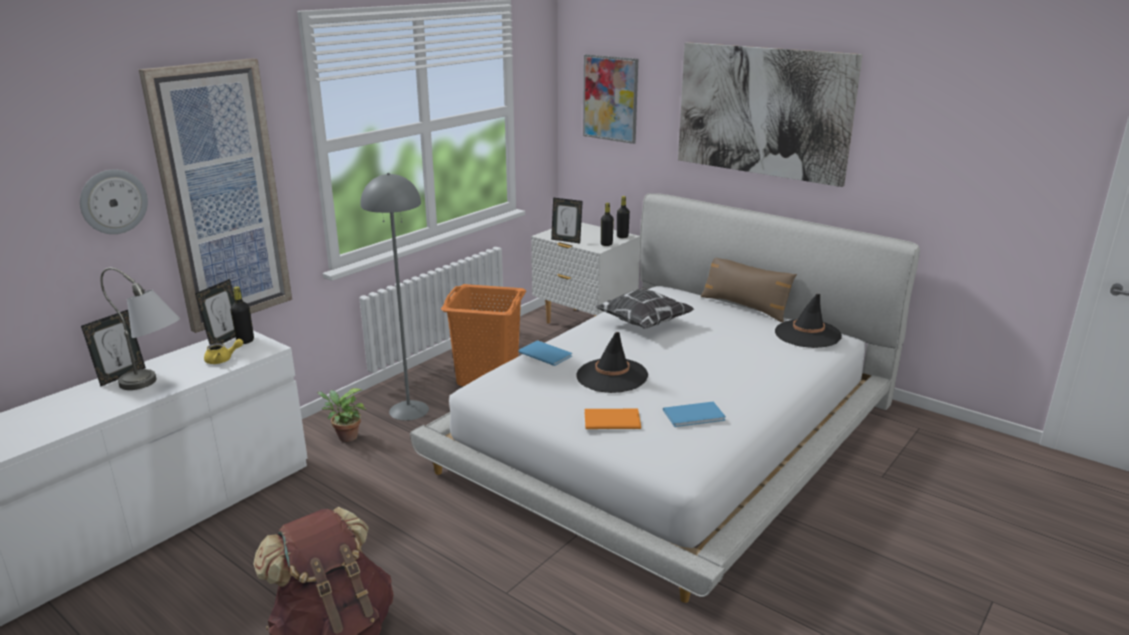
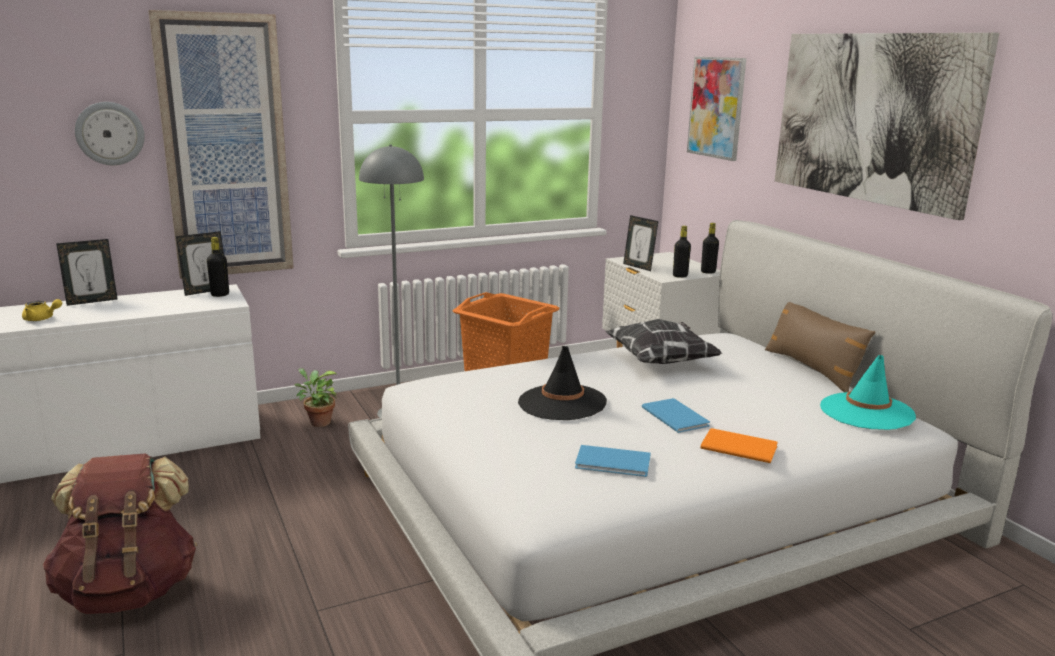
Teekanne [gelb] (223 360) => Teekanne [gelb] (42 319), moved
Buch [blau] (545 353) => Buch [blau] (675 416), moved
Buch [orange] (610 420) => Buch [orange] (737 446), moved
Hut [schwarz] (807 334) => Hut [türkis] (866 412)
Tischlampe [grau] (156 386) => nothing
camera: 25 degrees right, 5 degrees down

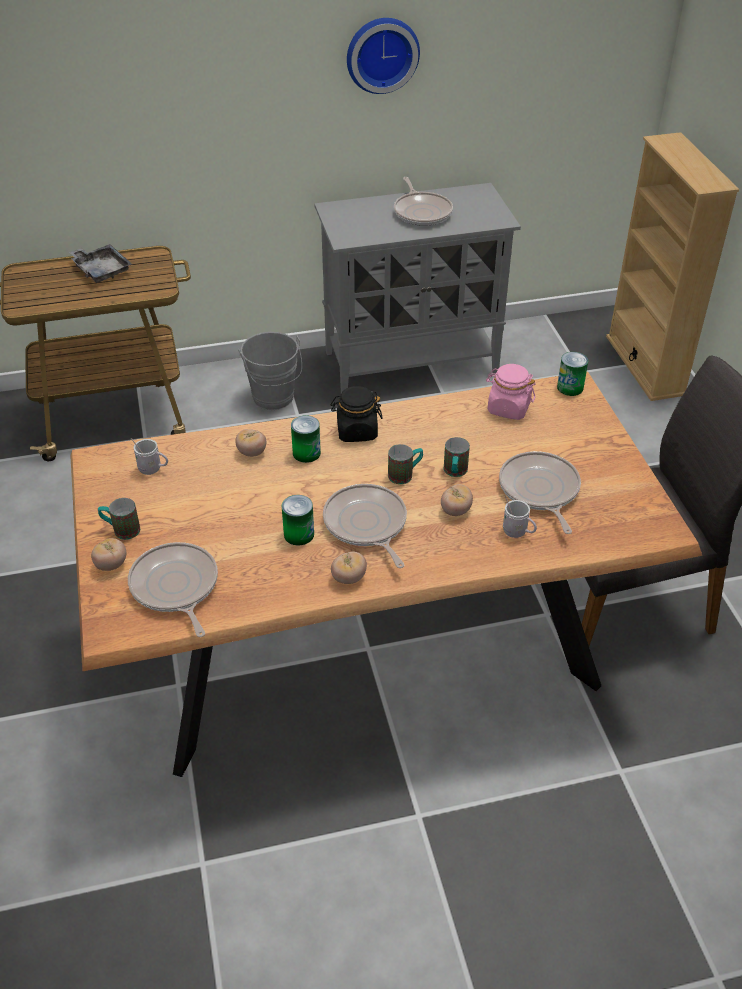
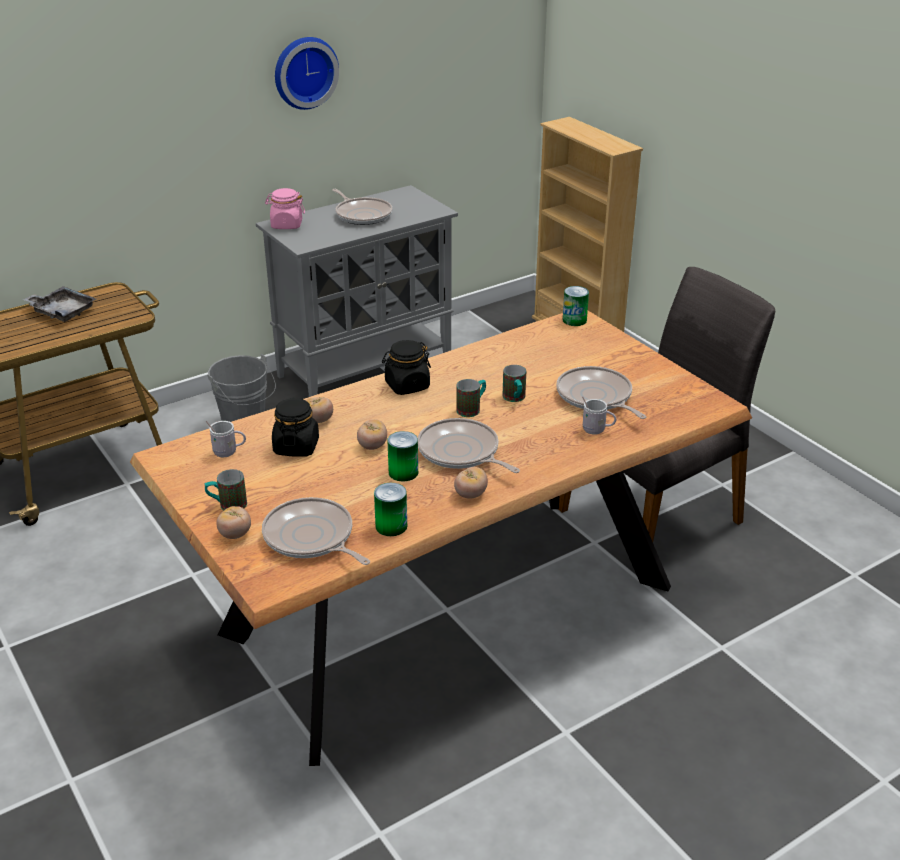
Vorratsglas [rosa] (508 408) => Vorratsglas [rosa] (286 225), moved
nothing => Vorratsglas [schwarz] (296 447)
Tomate (455 510) => Tomate (372 446), moved
Dose (306 453) => Dose (391 526), moved
camera: 20 degrees left, 10 degrees down

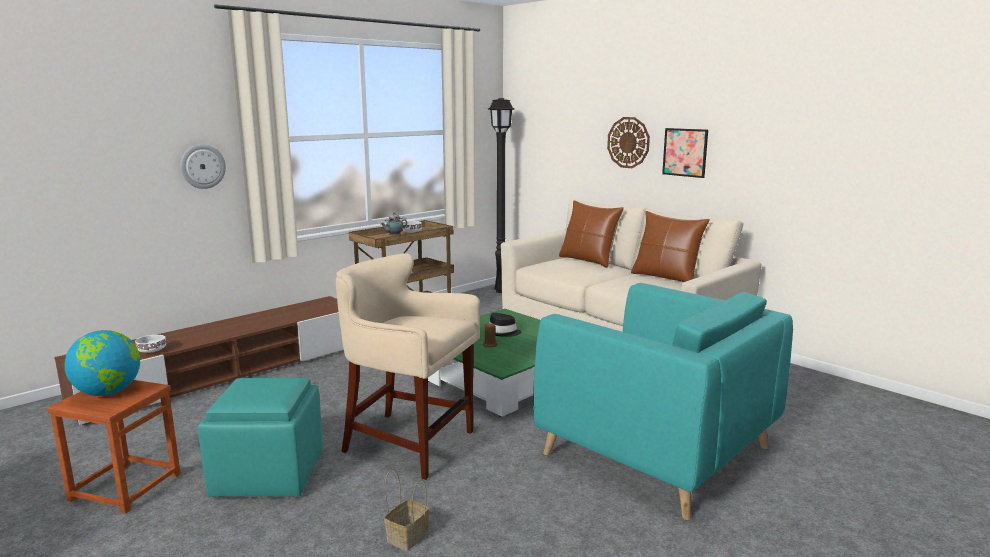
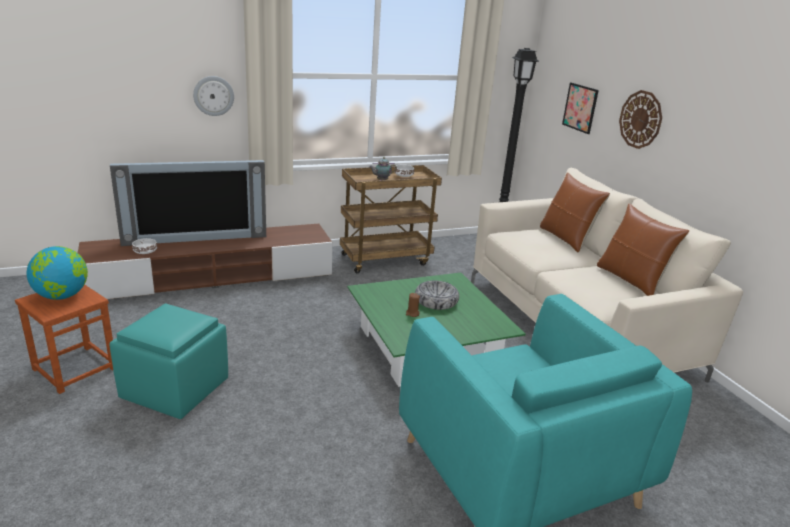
nothing => Fernseher (195 238)
Hut [schwarz] (502 332) => Schüssel (436 301)
Bild (685 152) => Bild (580 108), moved
Hocker [beige] (409 444) => nothing
Korb (408 535) => nothing
camera: 20 degrees right, 10 degrees up

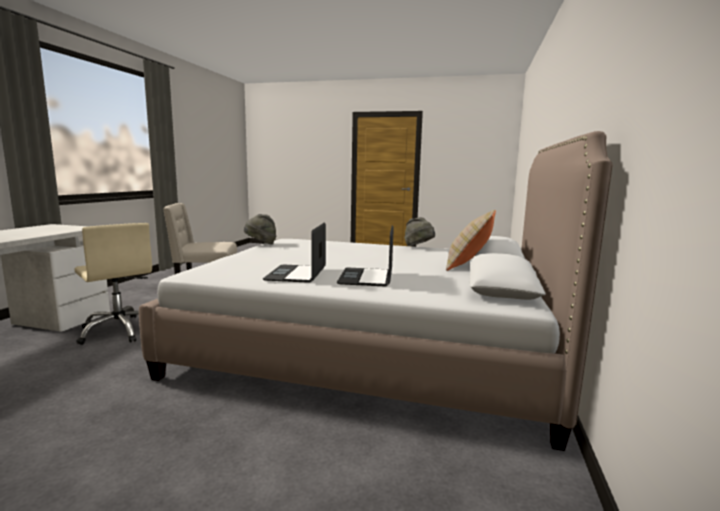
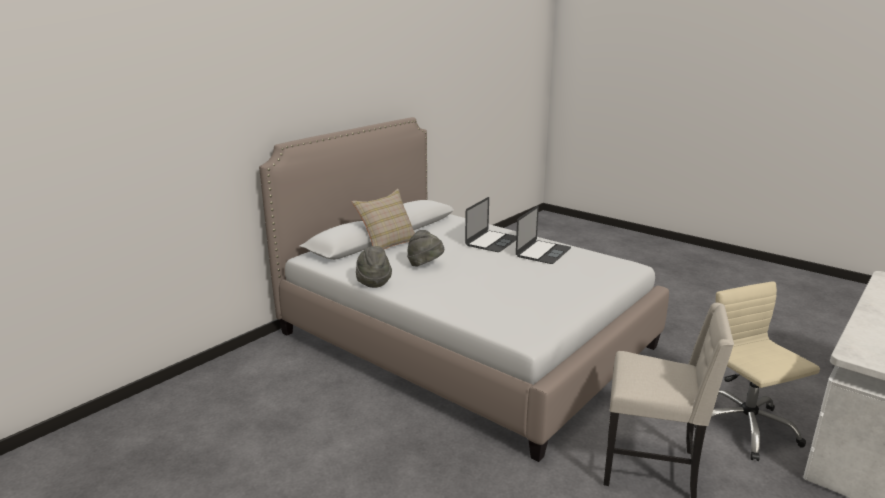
Hut [grau] (261 244) => Hut [grau] (425 265), moved
camera: 155 degrees left, 10 degrees up

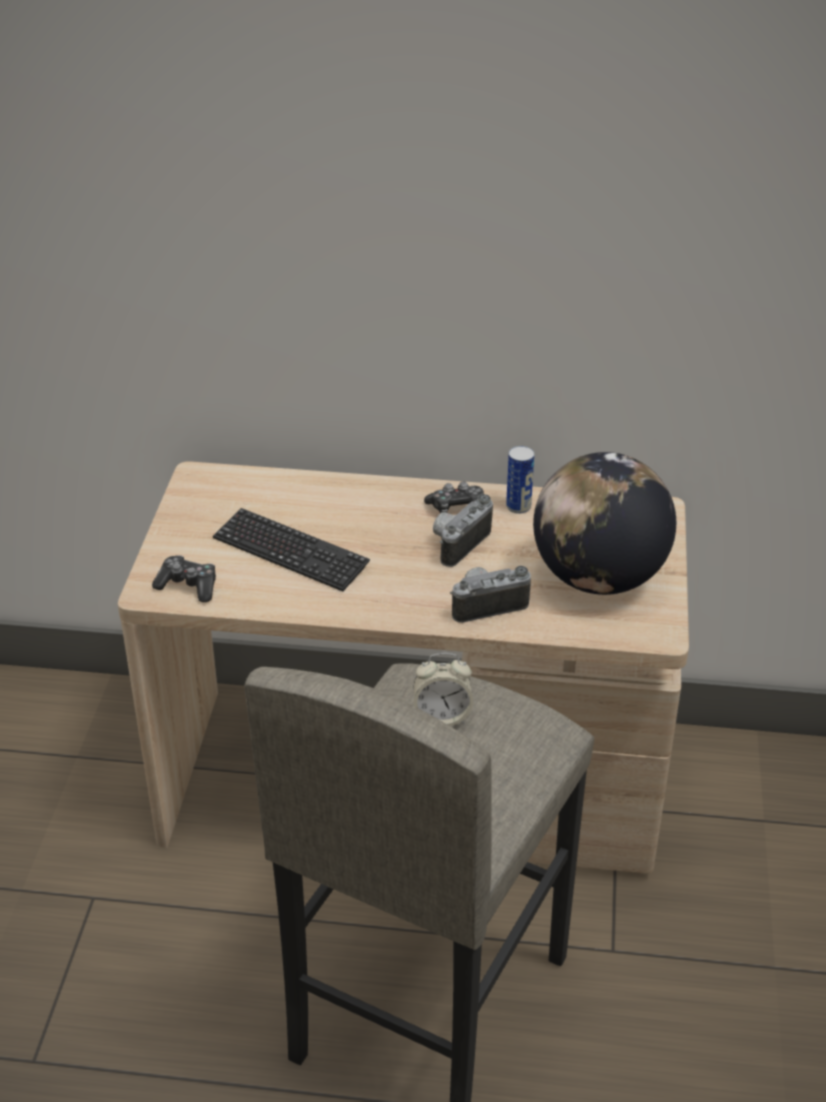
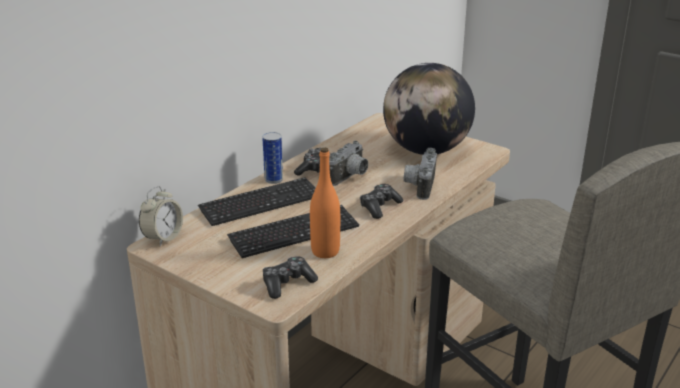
Wecker (442 716) => Wecker (163 238), moved
nothing => Tastatur (261 203)
Dose (518 507) => Dose (273 180), moved
nothing => Flasche [orange] (325 251)
Kamera (458 543) => Kamera (350 178), 120 degrees counterclockwise
nothing => Gamepad (379 207)
camera: 60 degrees left, 10 degrees down

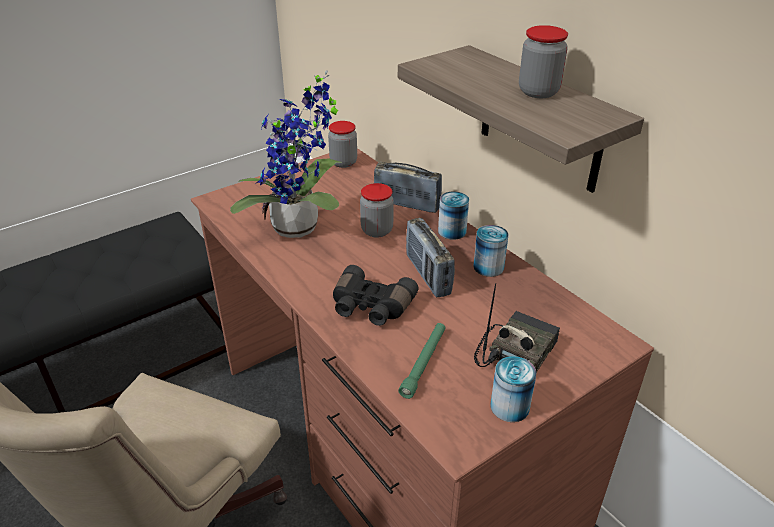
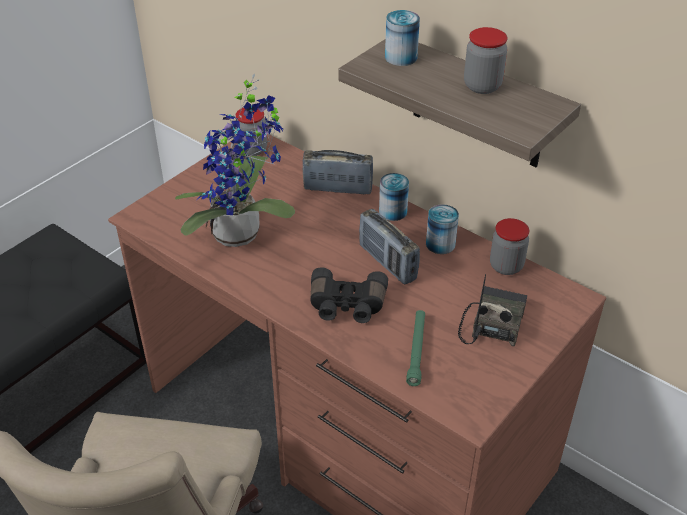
Dose (509 407) => Dose (401 57), moved
Vorratsglas (377 230) => Vorratsglas (506 266), moved
camera: 15 degrees left, 5 degrees up

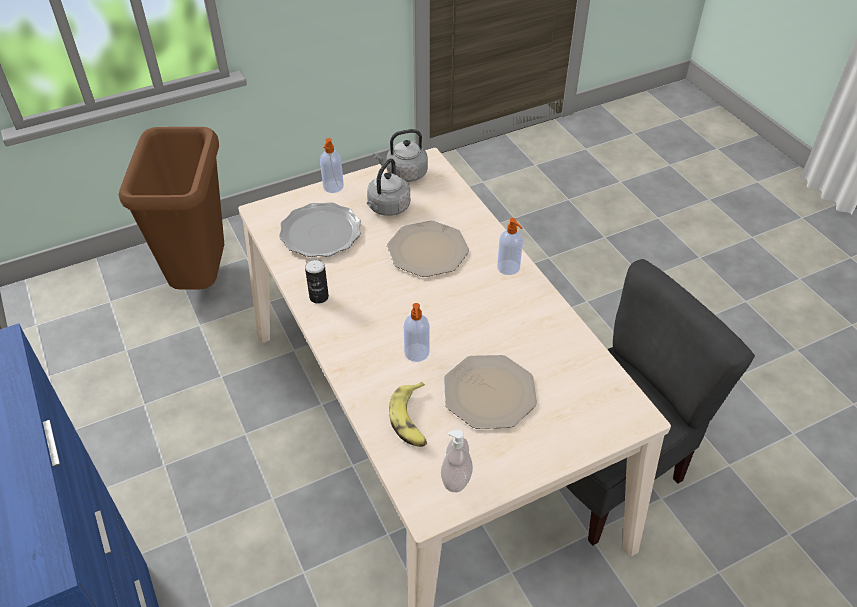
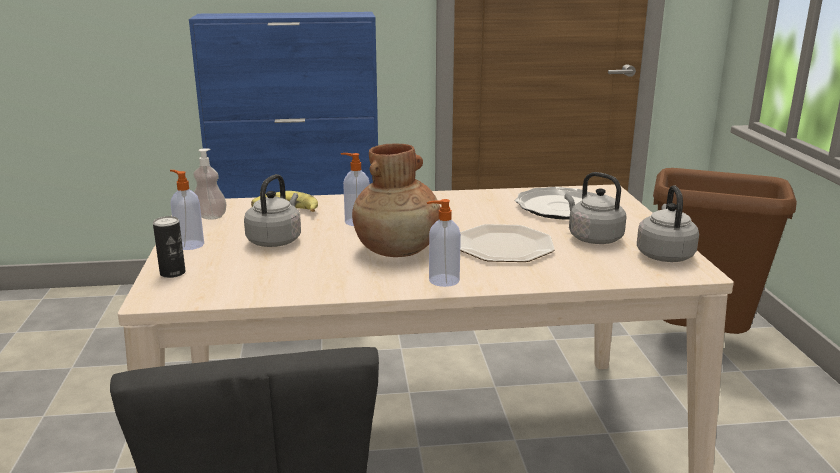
Dose (319 297) => Dose (172 273), moved
Seifenspender (333 187) => Seifenspender (189 245), moved
Teller (488 393) => Wasserkessel [grau] (276 240)
nothing => Vase [braun] (398 250)
camera: 110 degrees right, 25 degrees down

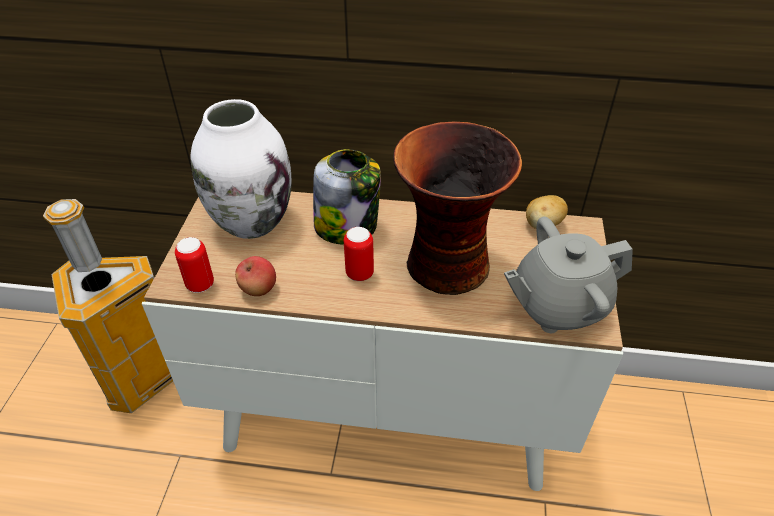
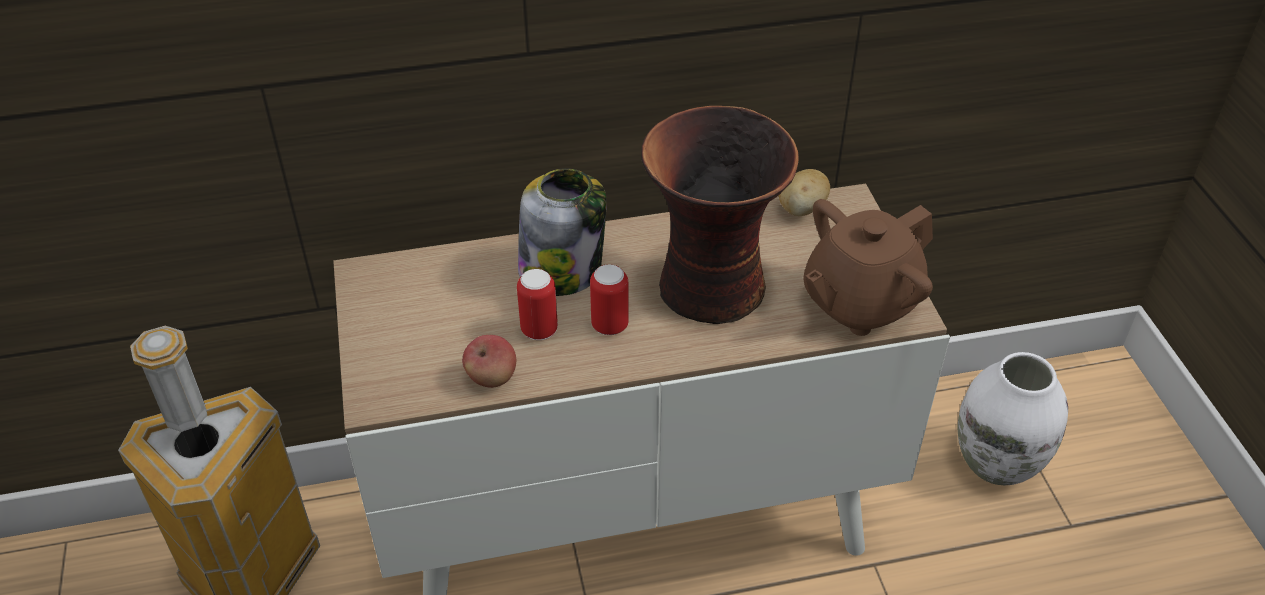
Dose (200 284) => Dose (539 330), moved
Teekanne [grau] (557 306) => Teekanne [braun] (859 302)
Vase [weiß] (251 221) => Vase [weiß] (995 463), moved
camera: 20 degrees left, 0 degrees up

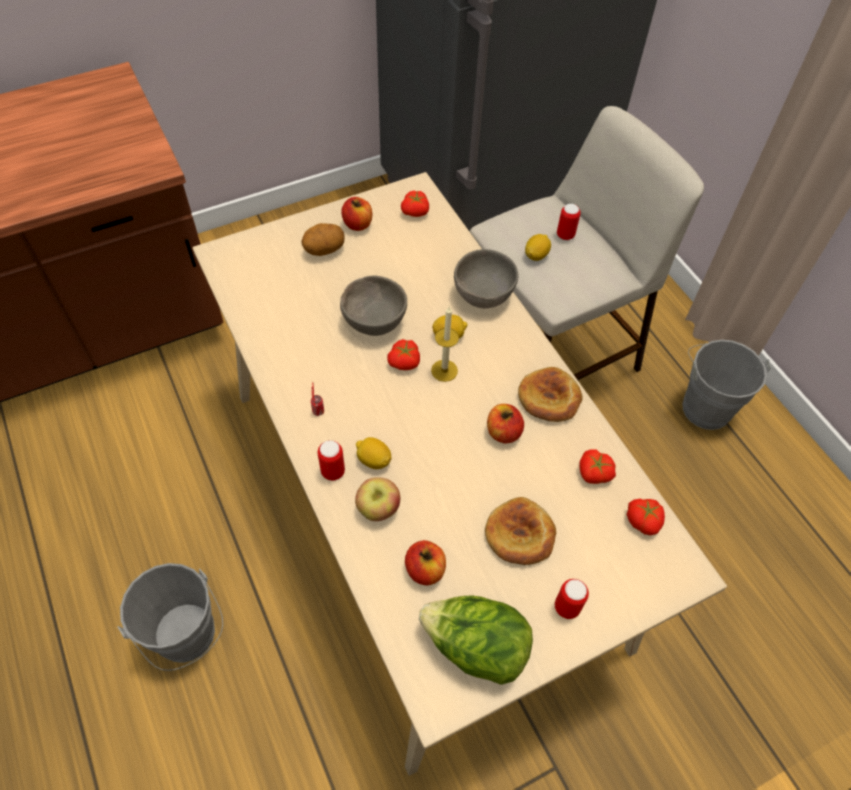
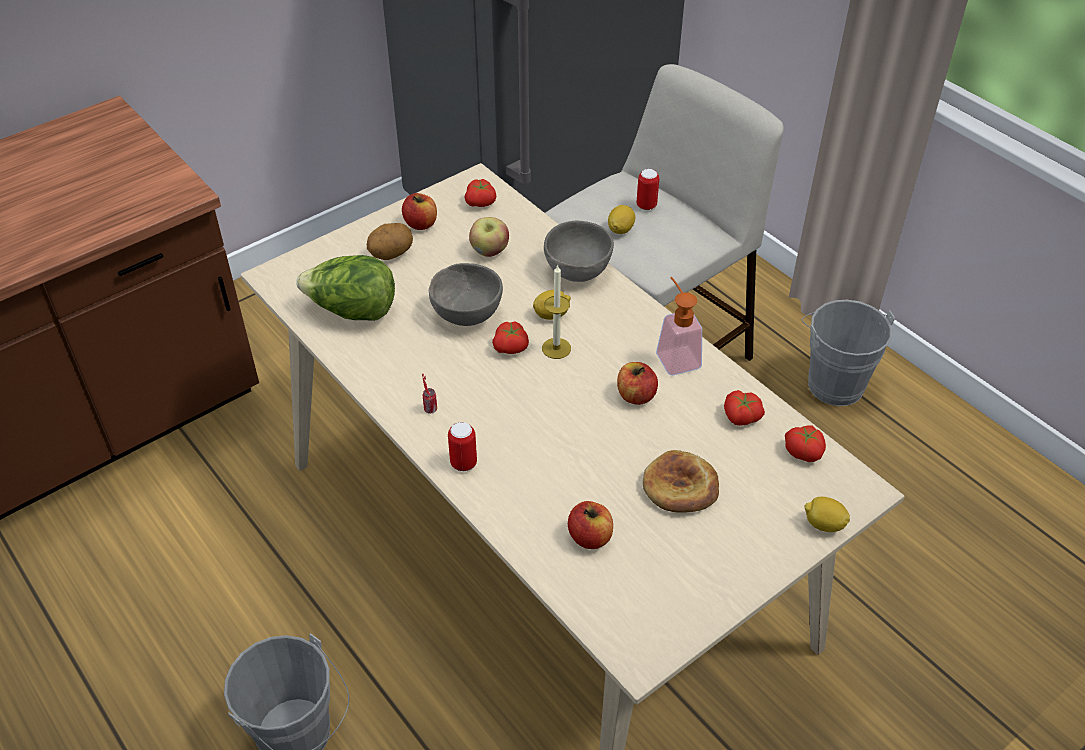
Salatkopf (475 647) => Salatkopf (352 311), moved
Apfel (378 509) => Apfel (489 251), moved
Brot (549 397) => Seifenspender (675 355)
Zitrone (373 460) => Zitrone (823 524), moved
Dose (567 607) => nothing
camera: 10 degrees left, 10 degrees down

